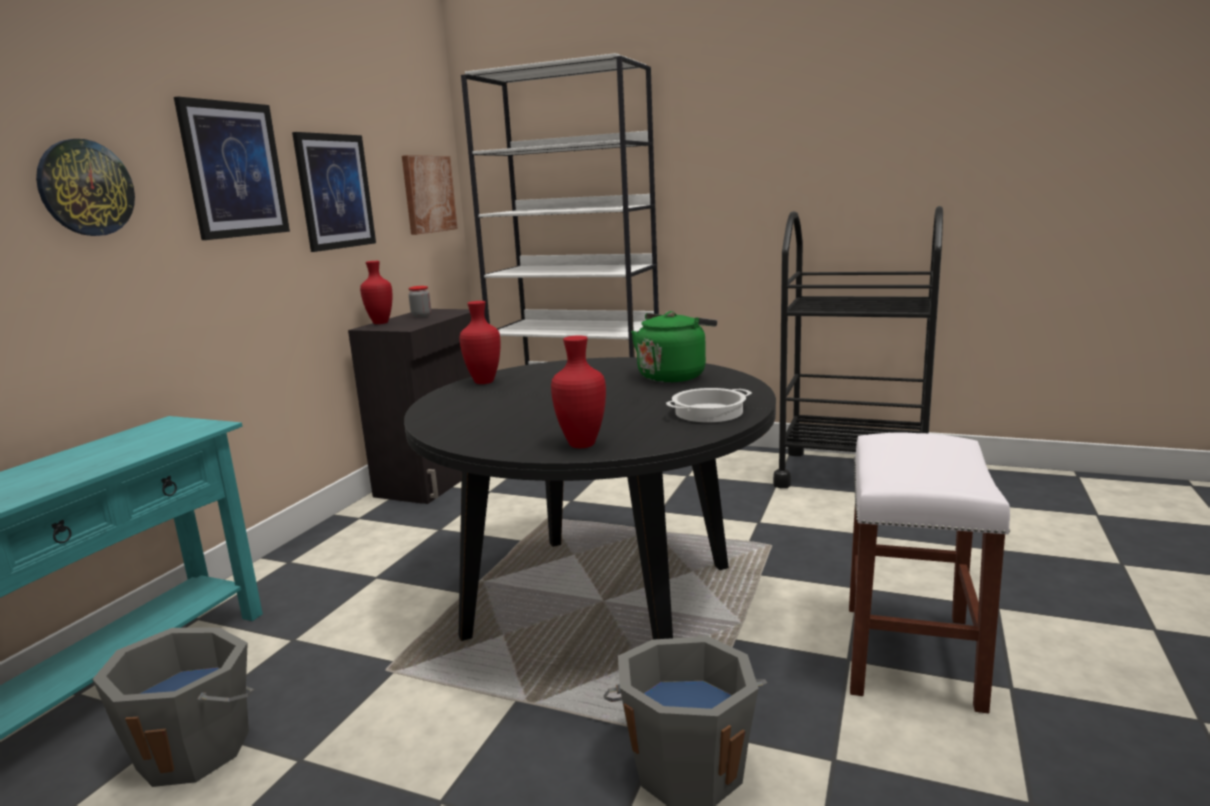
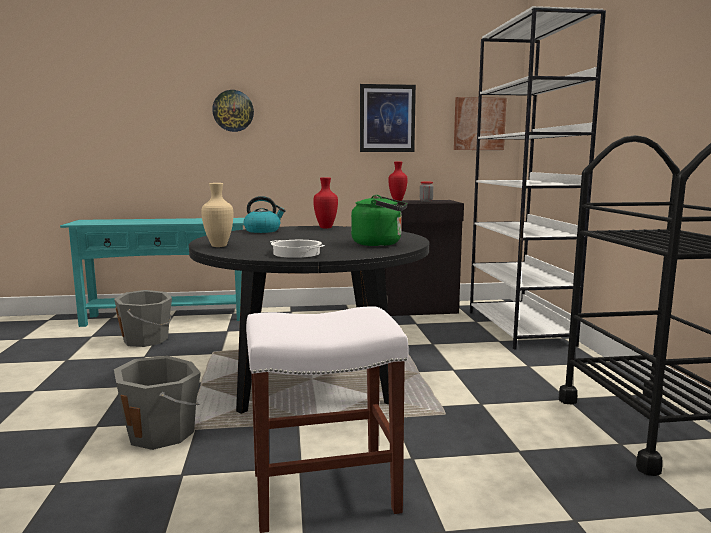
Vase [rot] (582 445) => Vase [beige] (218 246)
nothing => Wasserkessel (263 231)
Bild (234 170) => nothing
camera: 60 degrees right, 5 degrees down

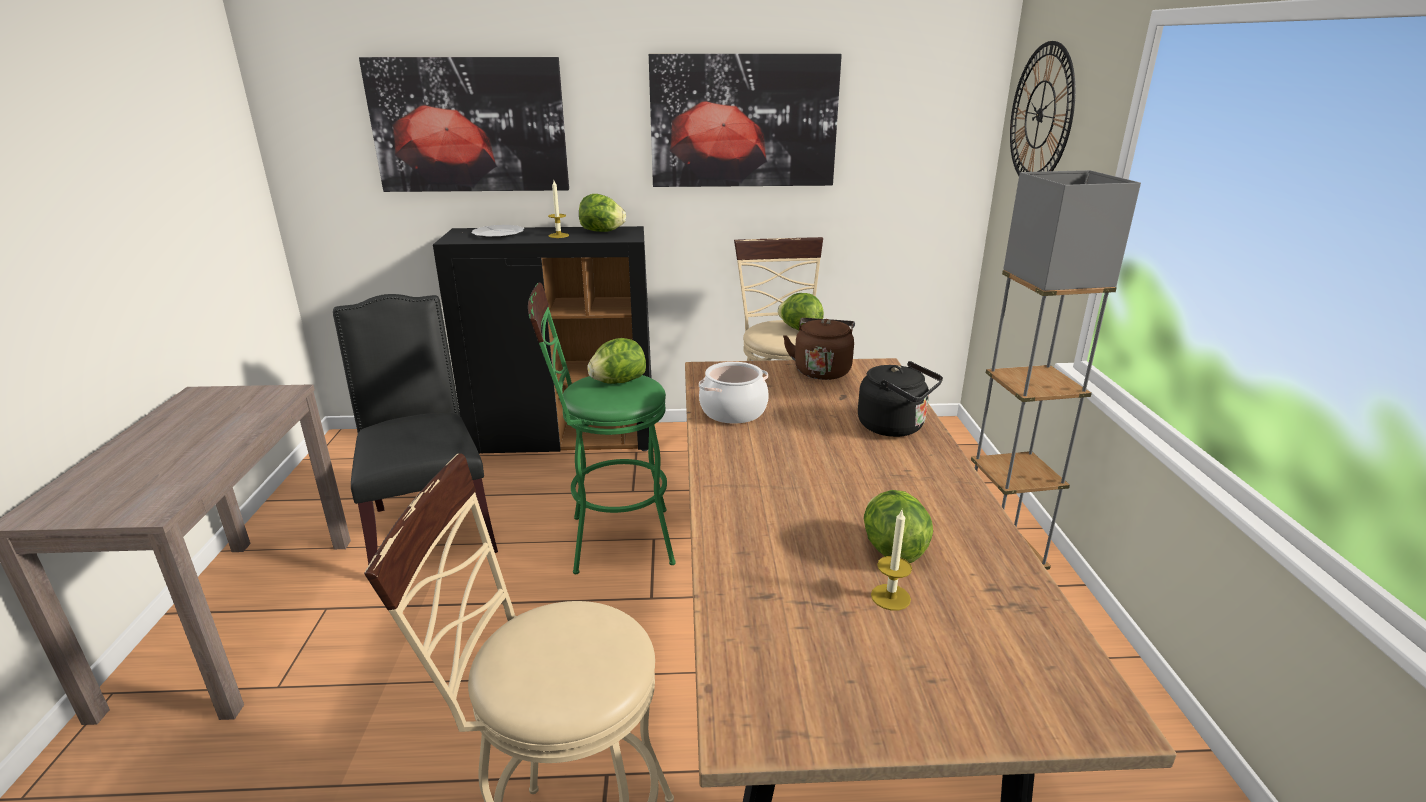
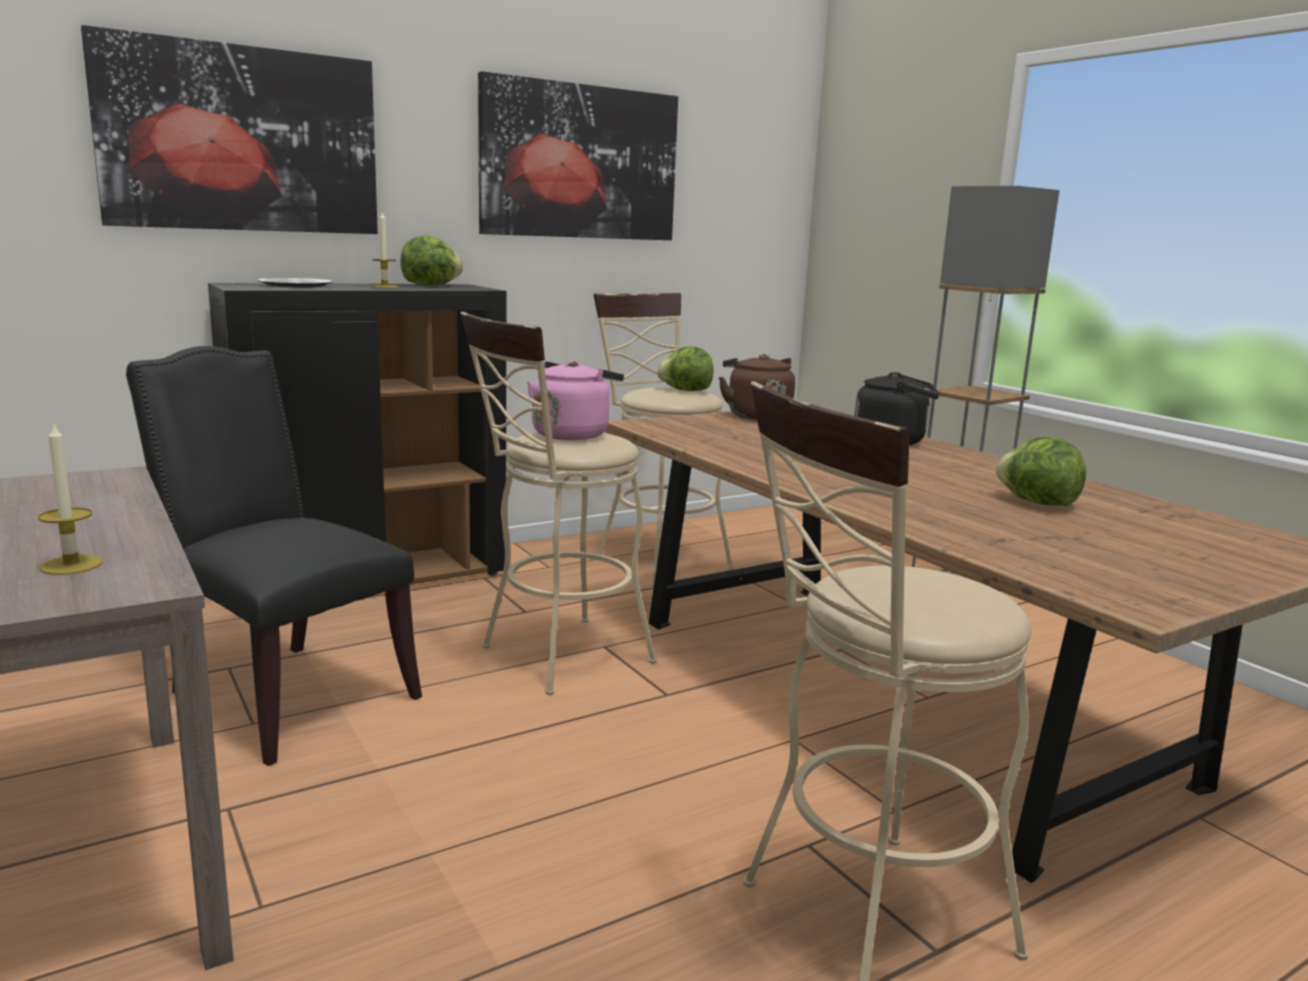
Kerze (890 597) => Kerze (71 565), moved
Hocker [grün] (611 541) => Hocker [beige] (556 658)
Salatkopf (618 382) => Wasserkessel [rosa] (572 434)
Kochtopf (733 411) => nothing
Wanduhr (1040 115) => nothing
camera: 30 degrees left, 10 degrees down

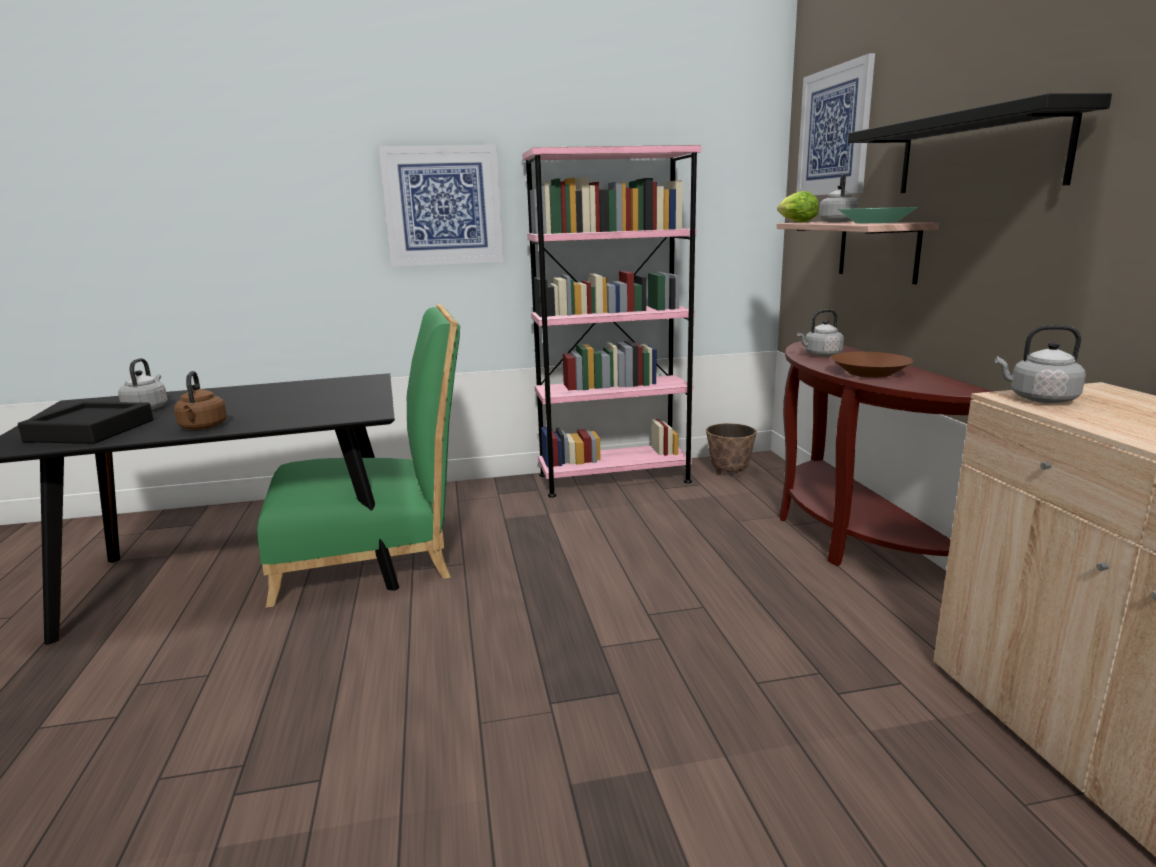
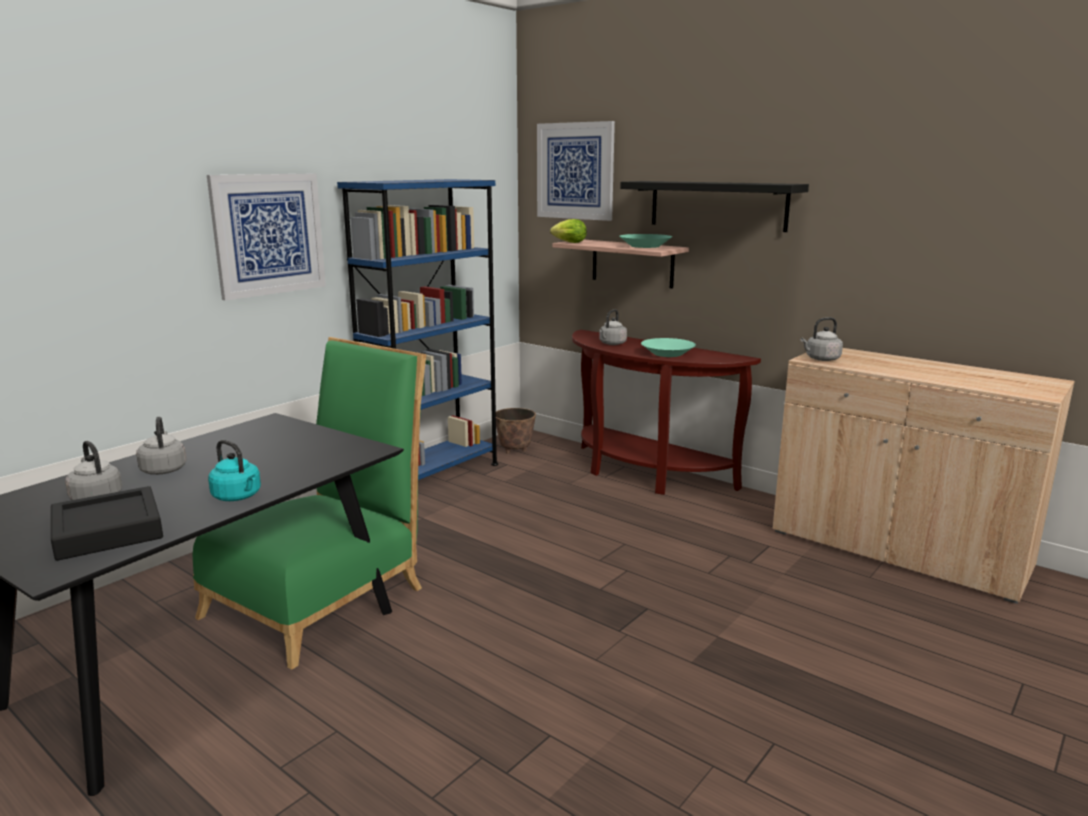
Wasserkessel [grau] (837 222) => Wasserkessel [grau] (164 469), moved
Wasserkessel [braun] (203 427) => Wasserkessel [türkis] (238 497)
Bücherregal [rosa] (614 478) => Bücherregal [blau] (433 476)
Schüssel [braun] (870 373) => Schüssel [türkis] (668 353)
camera: 40 degrees left, 0 degrees up

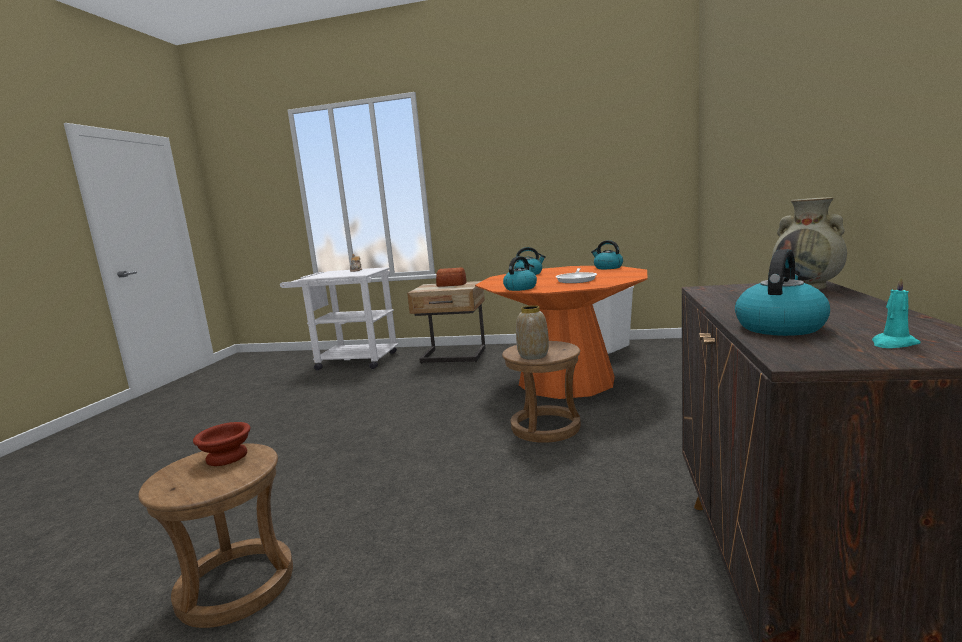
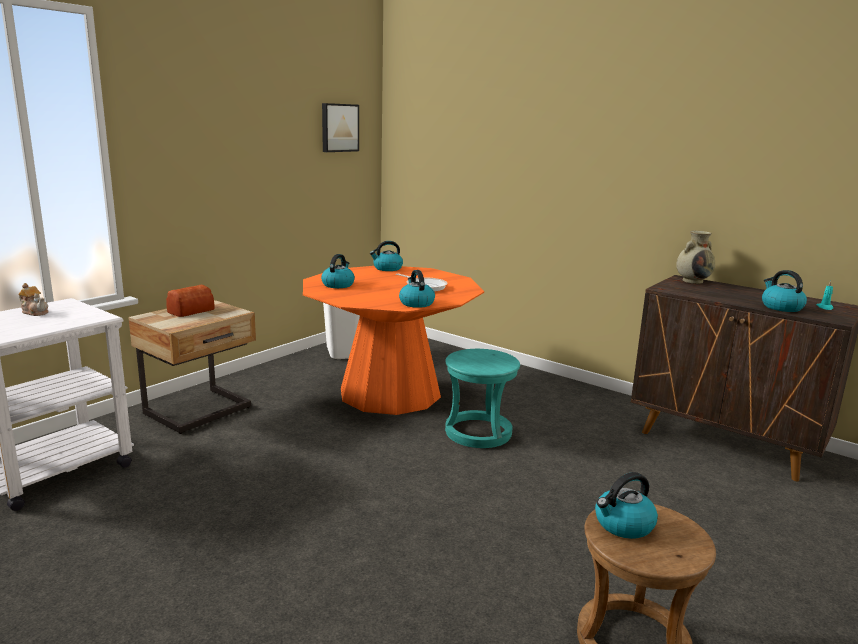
nothing => Bild (339 127)
Hocker [braun] (545 427) => Hocker [türkis] (478 432)
Schüssel [braun] (226 458) => Wasserkessel (623 525)
Vase (533 356) => nothing
camera: 65 degrees left, 5 degrees up

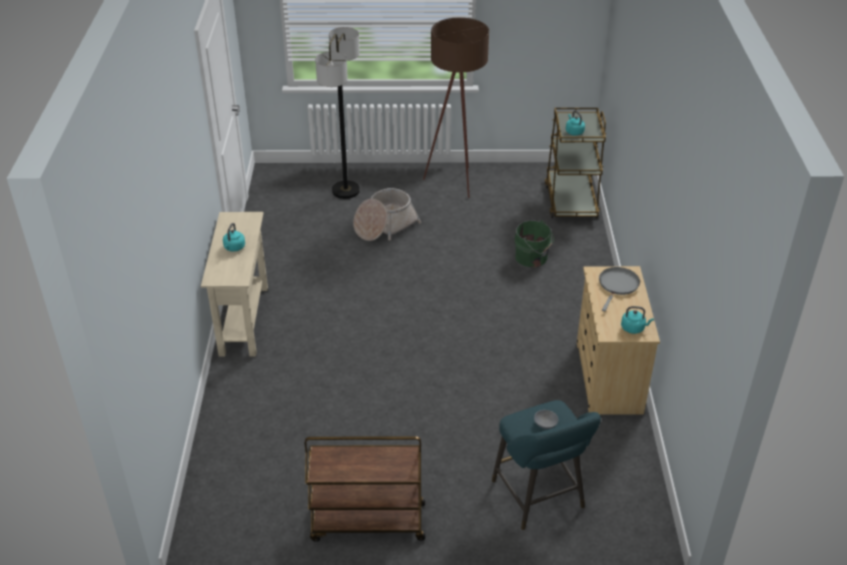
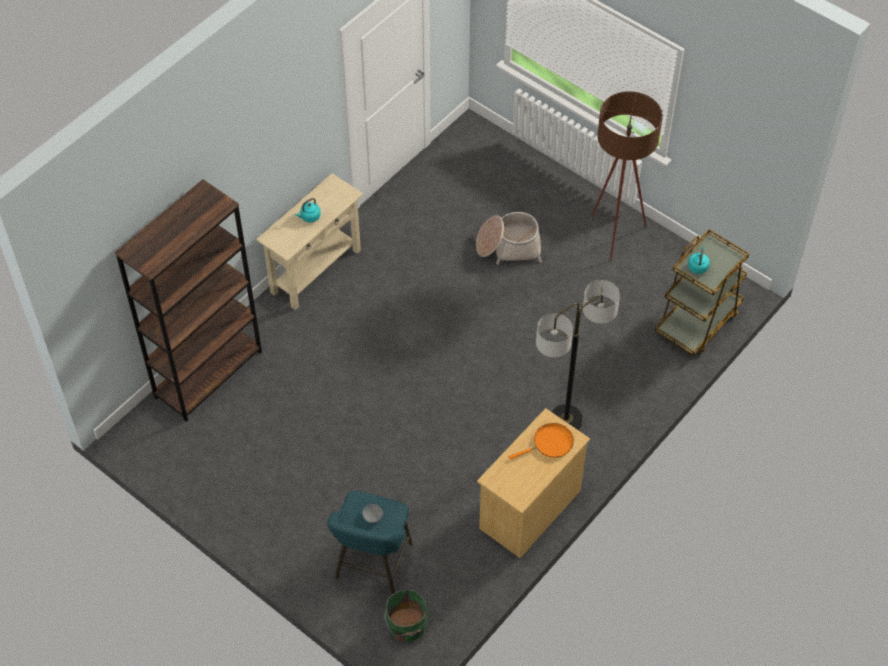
nothing => Bücherregal [braun] (208 374)
Eimer [grün] (532 258) => Eimer [grün] (407 627), moved
Pfanne [grau] (618 285) => Pfanne [orange] (550 443)
Stehlampe (346 190) => Stehlampe (566 420), moved
Rollwagen [braun] (367 523) => nothing
Wasserkessel [türkis] (634 328) => nothing
camera: 40 degrees right, 15 degrees up

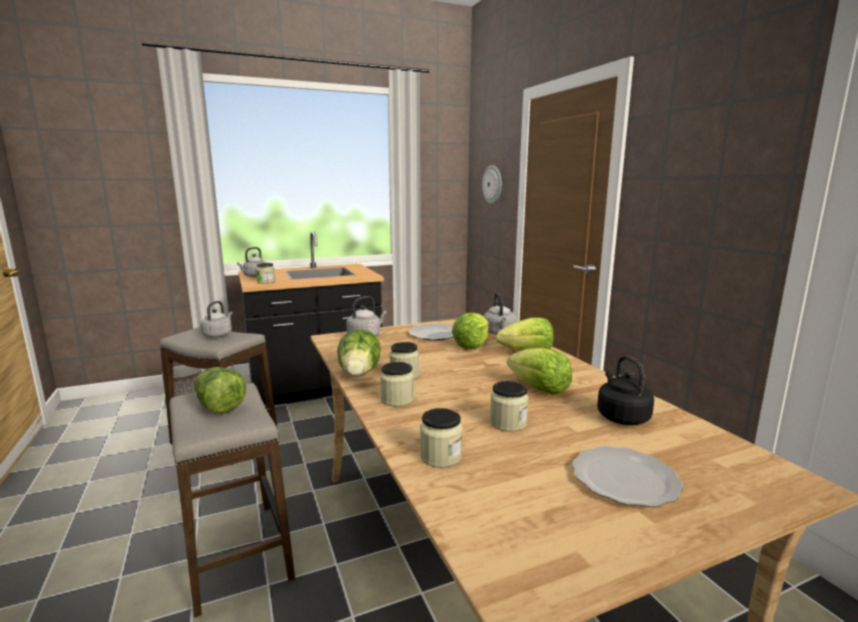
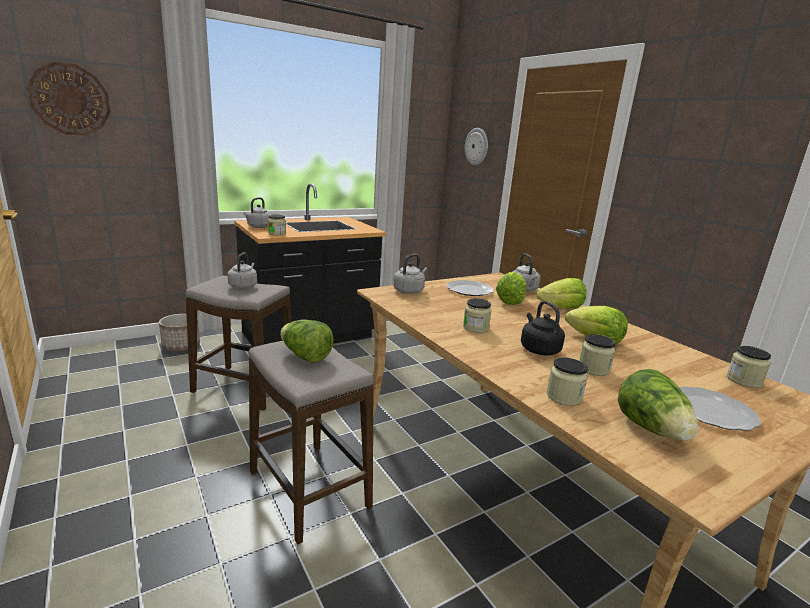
nothing => Wanduhr (70 100)
Wasserkessel [schwarz] (621 416) => Wasserkessel [schwarz] (538 349), moved
Salatkopf (359 375) => Salatkopf (651 429), moved
Vorratsglas (397 399) => Vorratsglas (744 380), moved
camera: 10 degrees left, 5 degrees up

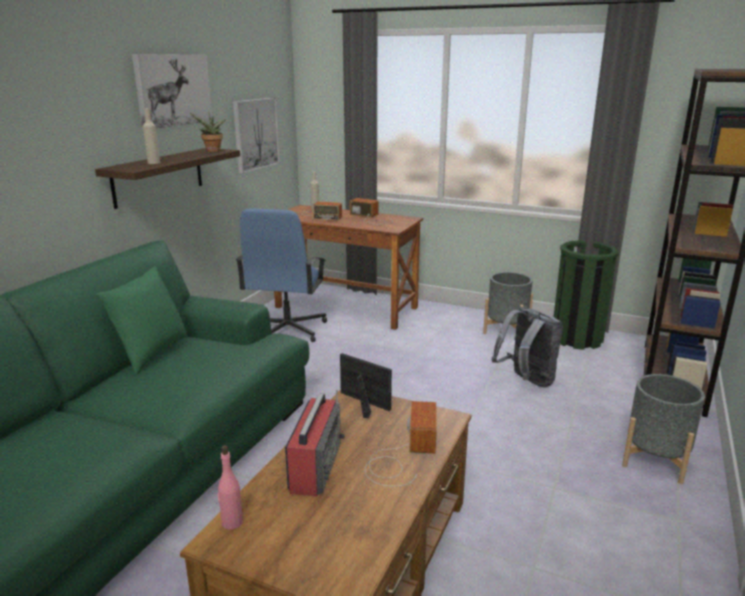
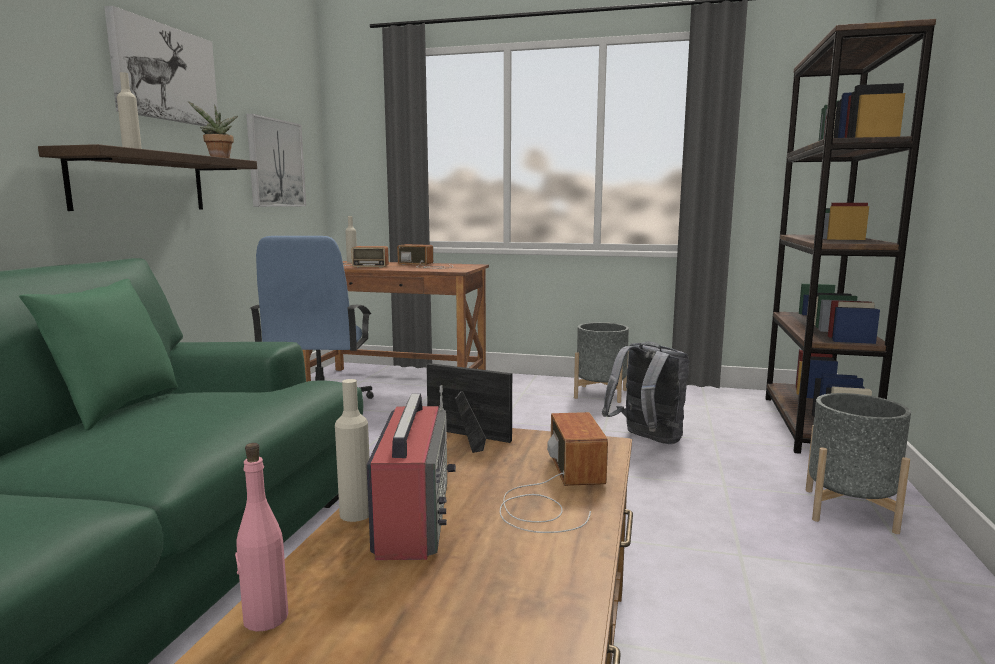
nothing => Flasche [beige] (355 514)
Mülleimer [grün] (577 338) => nothing
camera: 10 degrees left, 10 degrees down

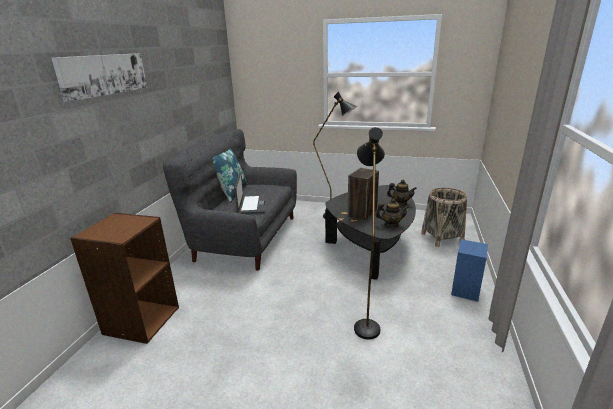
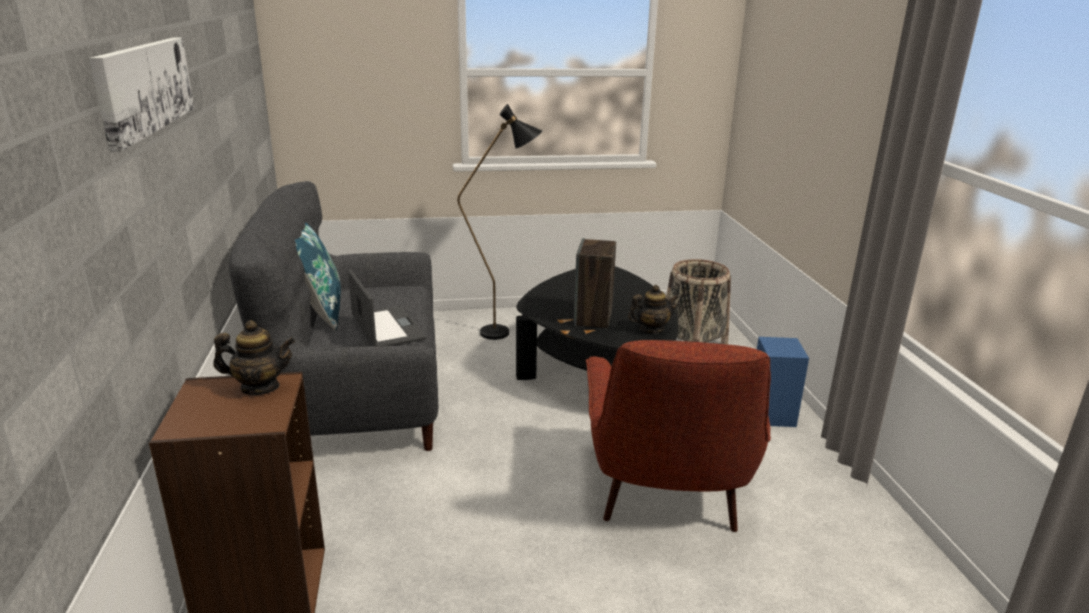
Teekanne (400 203) => Teekanne (260 387), moved
Stehlampe [schwarz] (365 323) => Sessel [rot] (667 494)
camera: 25 degrees left, 0 degrees up

